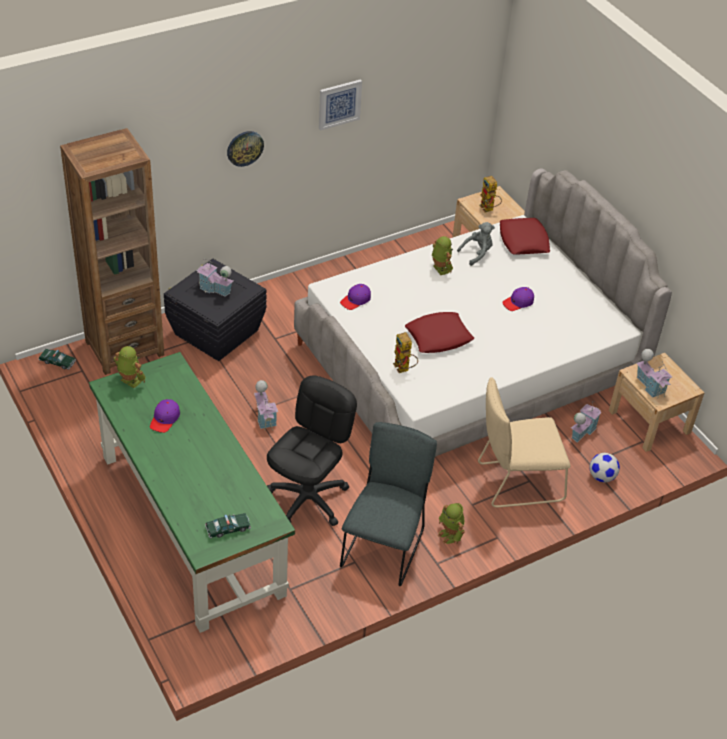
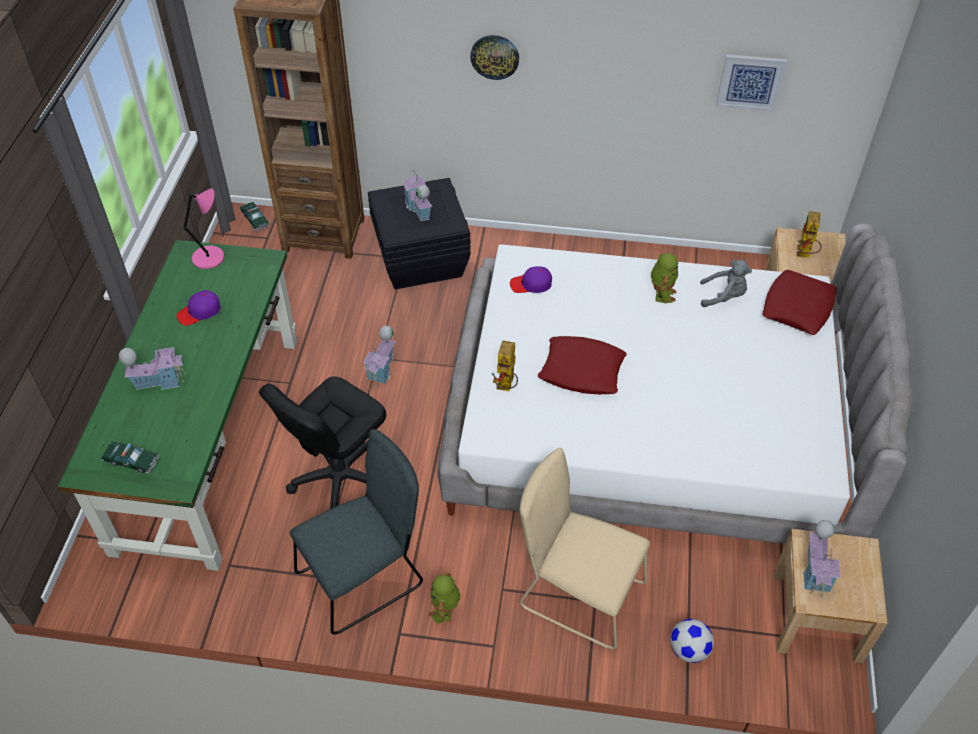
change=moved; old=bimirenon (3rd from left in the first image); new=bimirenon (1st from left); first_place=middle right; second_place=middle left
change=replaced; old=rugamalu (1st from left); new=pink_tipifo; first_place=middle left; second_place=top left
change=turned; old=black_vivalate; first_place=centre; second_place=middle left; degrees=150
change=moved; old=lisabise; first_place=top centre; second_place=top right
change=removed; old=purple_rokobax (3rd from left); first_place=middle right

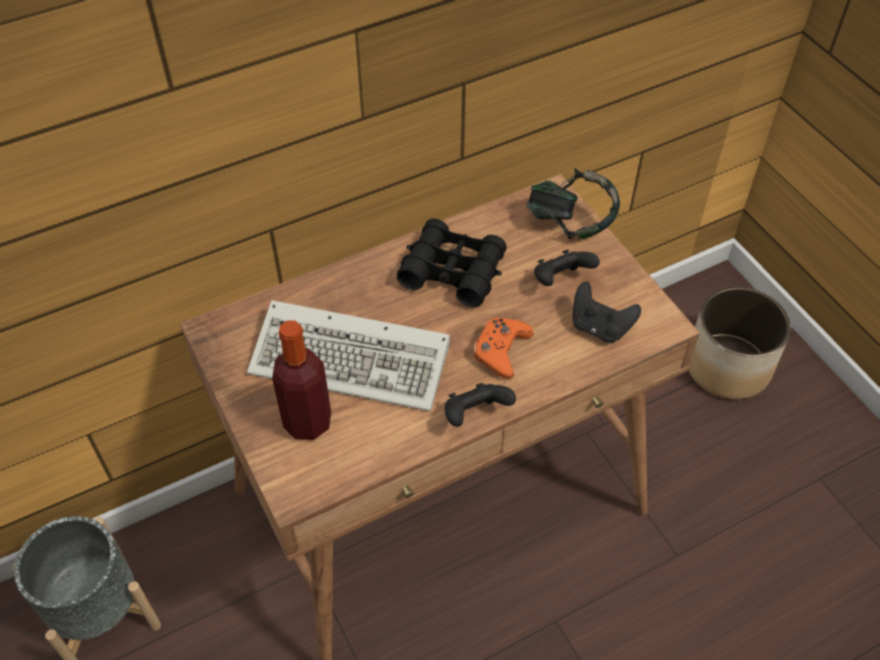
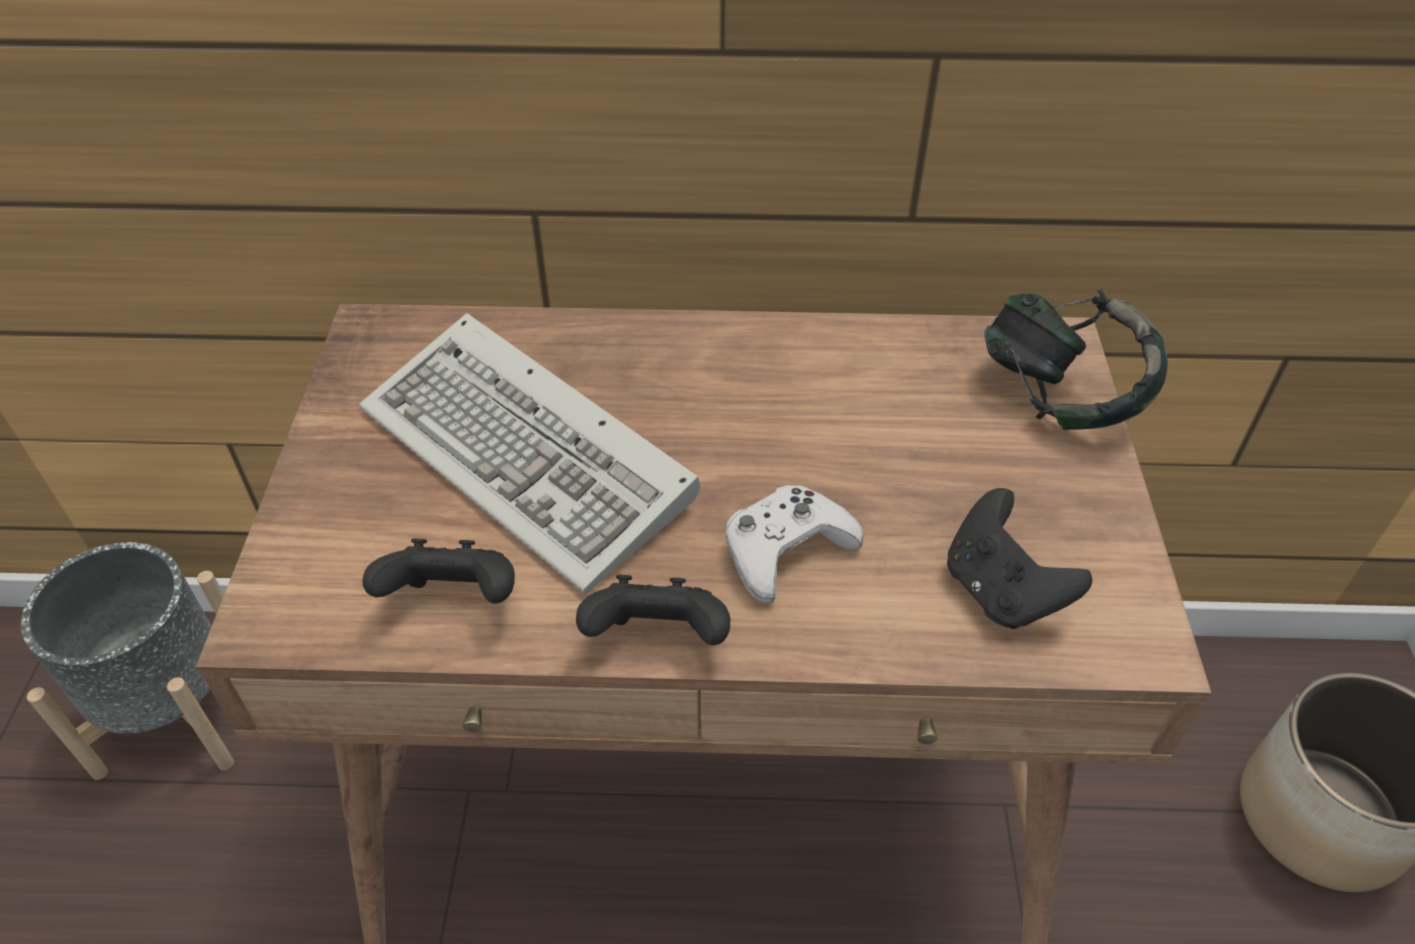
change=moved; old=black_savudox (2nd from left in the first image); new=black_savudox (1st from left); first_place=centre; second_place=middle left
change=recoloured; old=orange_savudox; new=white_savudox; first_place=centre; second_place=centre
change=removed; old=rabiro; first_place=centre
change=removed; old=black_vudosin; first_place=centre

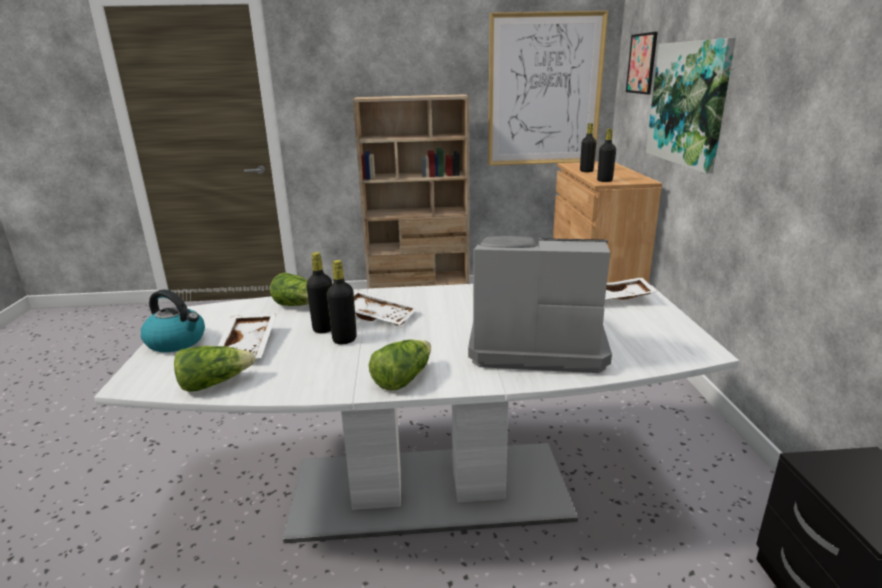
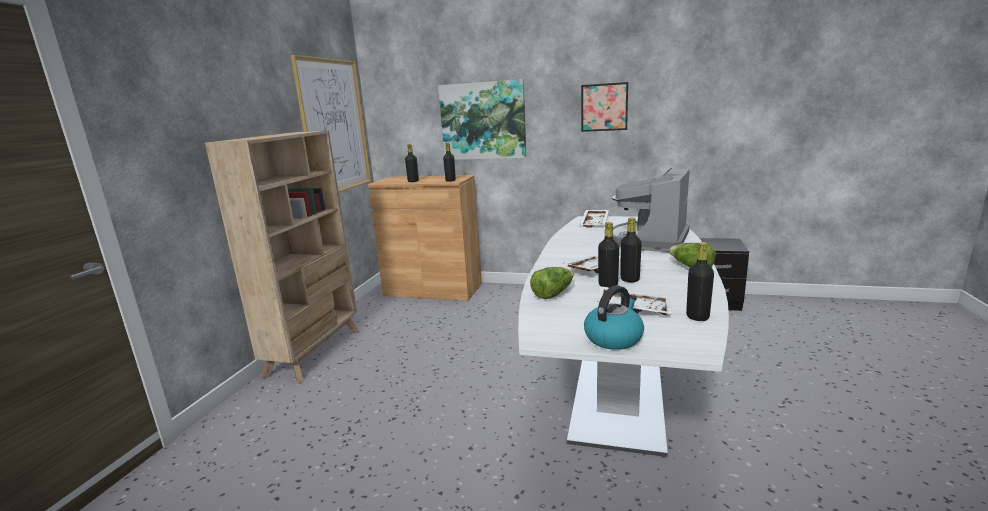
change=moved; old=lisabise (2nd from left in the first image); new=lisabise (3rd from left); first_place=top right; second_place=top centre
change=replaced; old=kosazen (1st from left); new=black_rabiro (5th from left); first_place=middle left; second_place=middle right

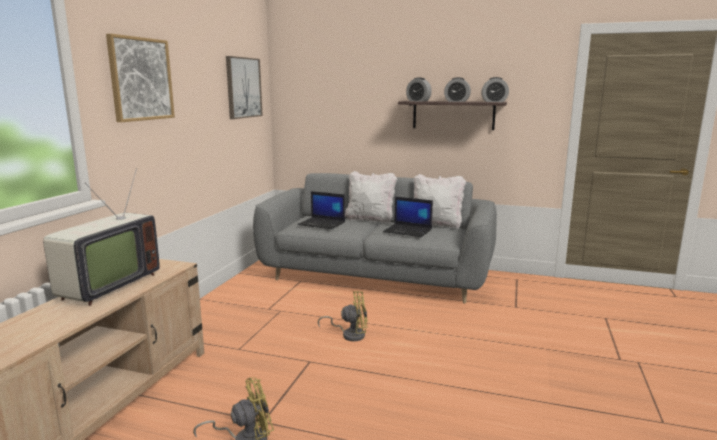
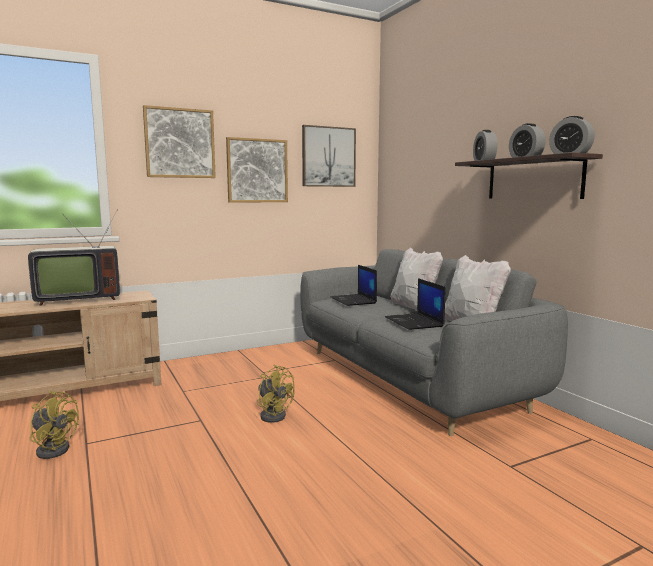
change=added; new=lisabise (2nd from left); second_place=top centre

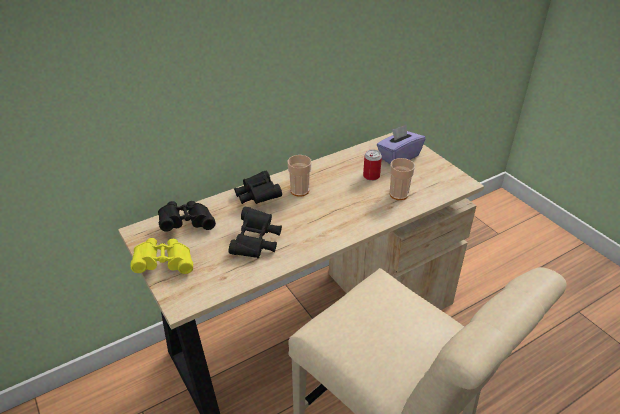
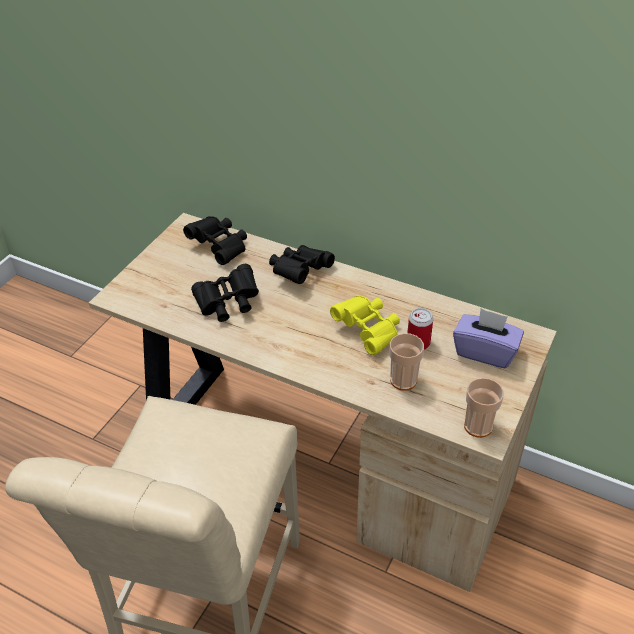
change=moved; old=yellow_vudosin; first_place=middle left; second_place=centre
change=moved; old=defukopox (1st from left in the first image); new=defukopox (2nd from left); first_place=centre; second_place=middle right

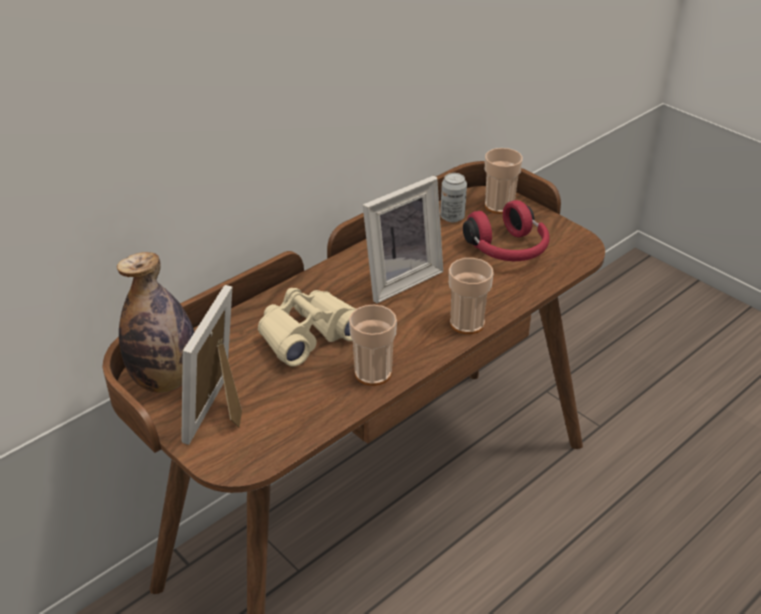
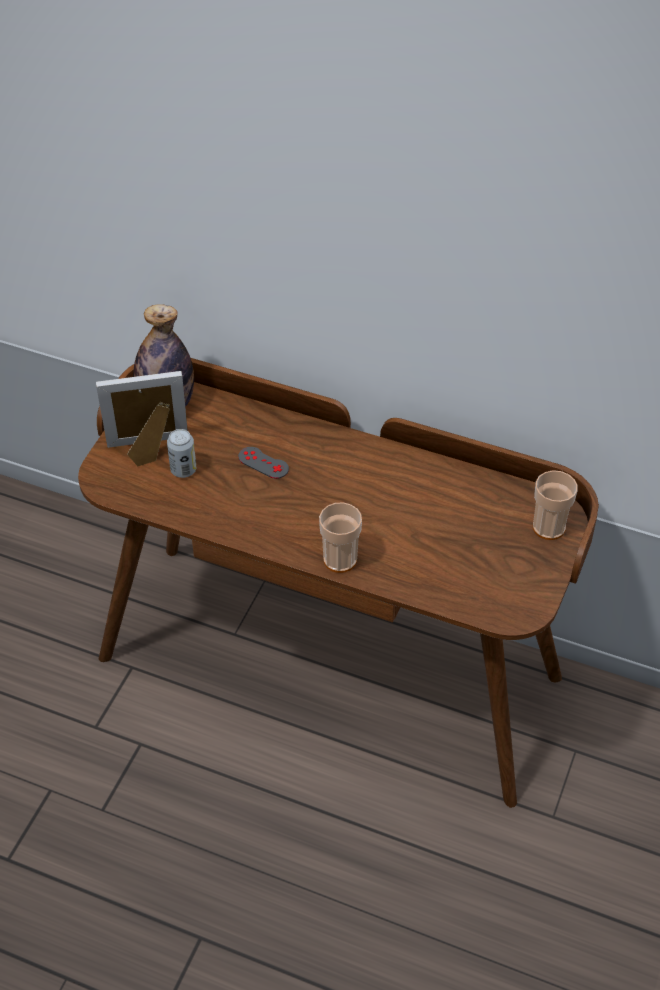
change=moved; old=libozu; first_place=top centre; second_place=middle left
change=replaced; old=beige_vudosin; new=grey_savudox; first_place=centre; second_place=centre
change=removed; old=defukopox (1st from left); first_place=centre
change=removed; old=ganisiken (2nd from left); first_place=centre
change=removed; old=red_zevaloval; first_place=centre

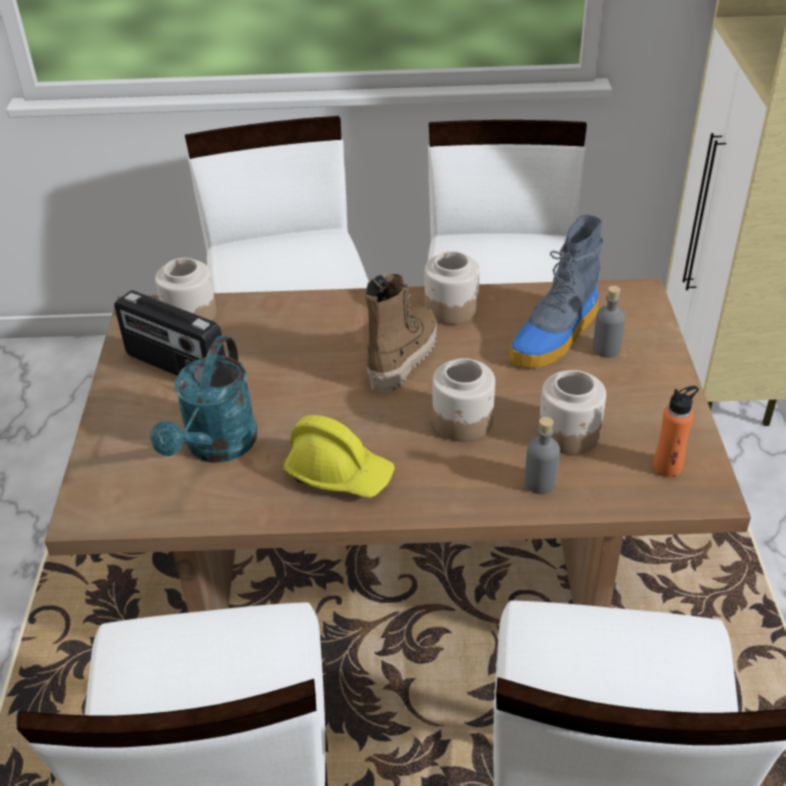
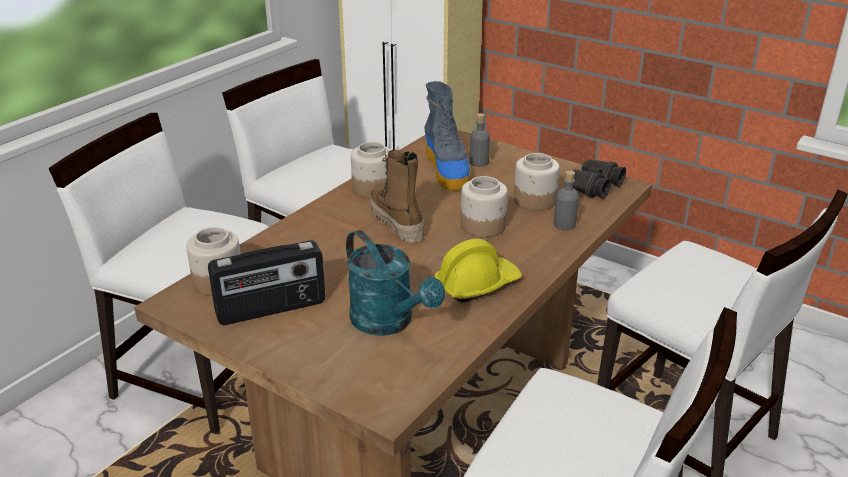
change=replaced; old=orange_rabiro; new=black_vudosin; first_place=middle right; second_place=middle right

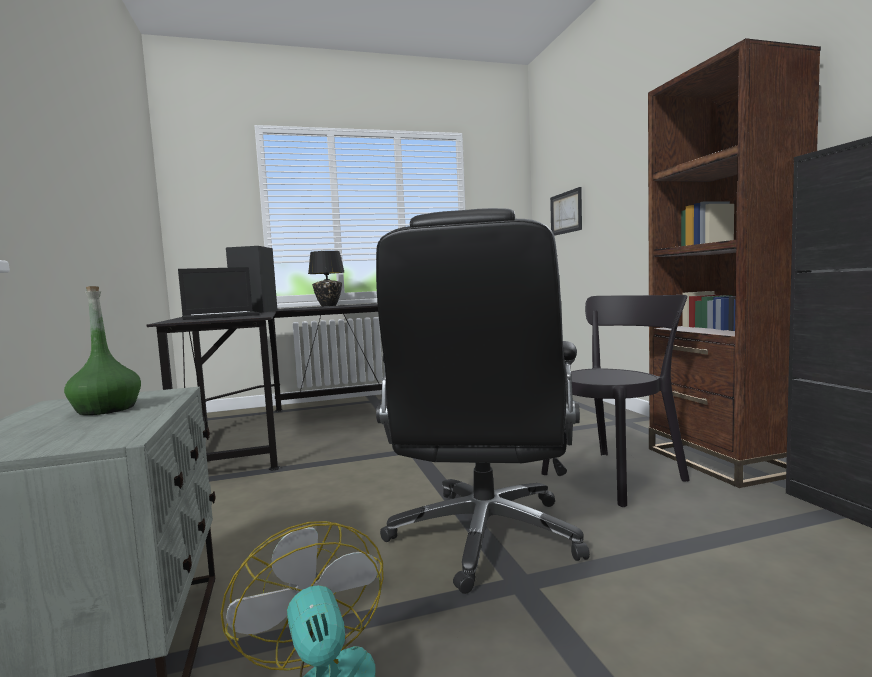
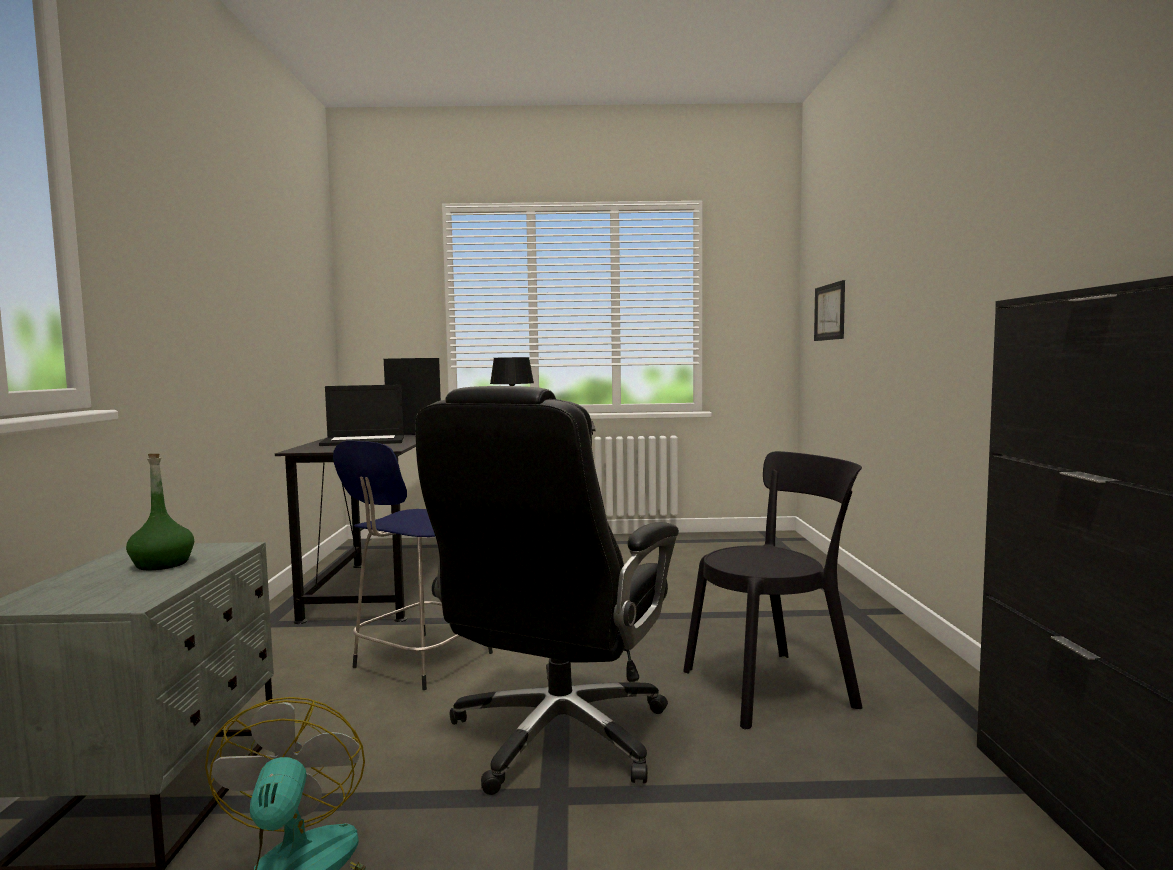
change=added; new=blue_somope; second_place=centre
change=removed; old=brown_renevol; first_place=middle right

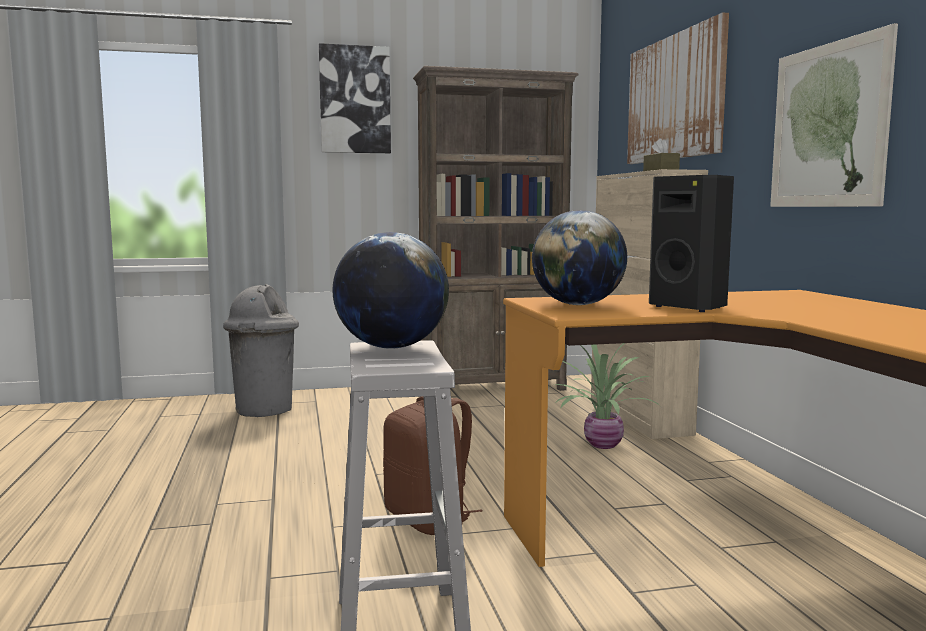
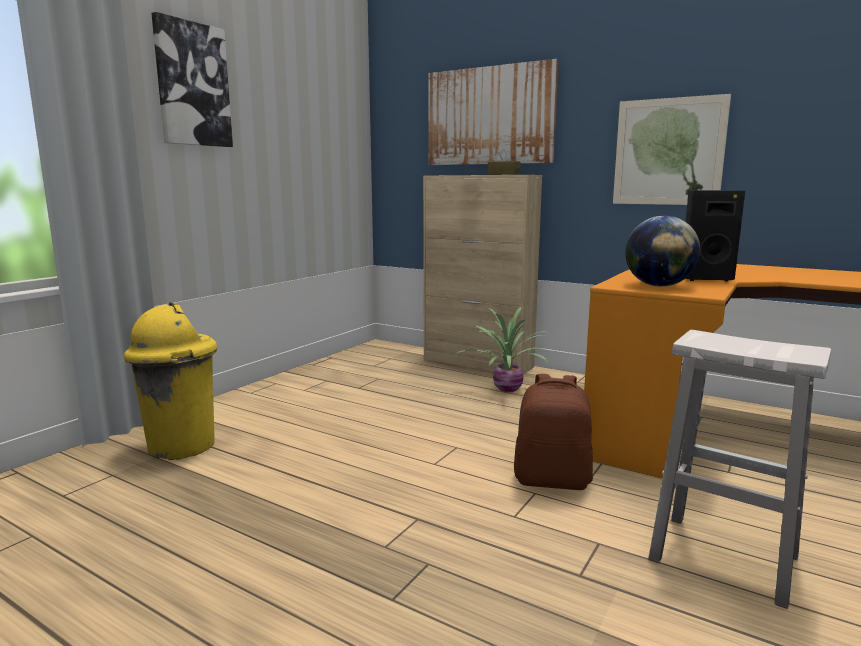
change=recoloured; old=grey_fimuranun; new=yellow_fimuranun; first_place=middle left; second_place=middle left
change=removed; old=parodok (1st from left); first_place=centre
change=removed; old=brown_renevol; first_place=centre

